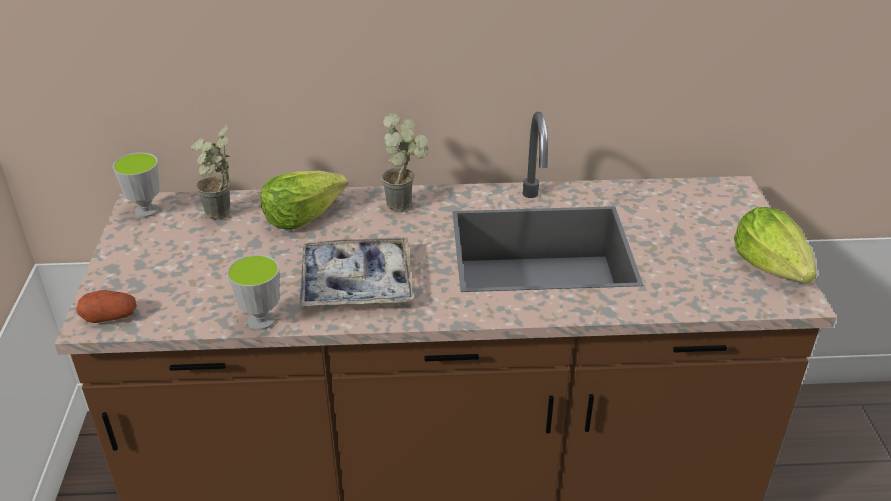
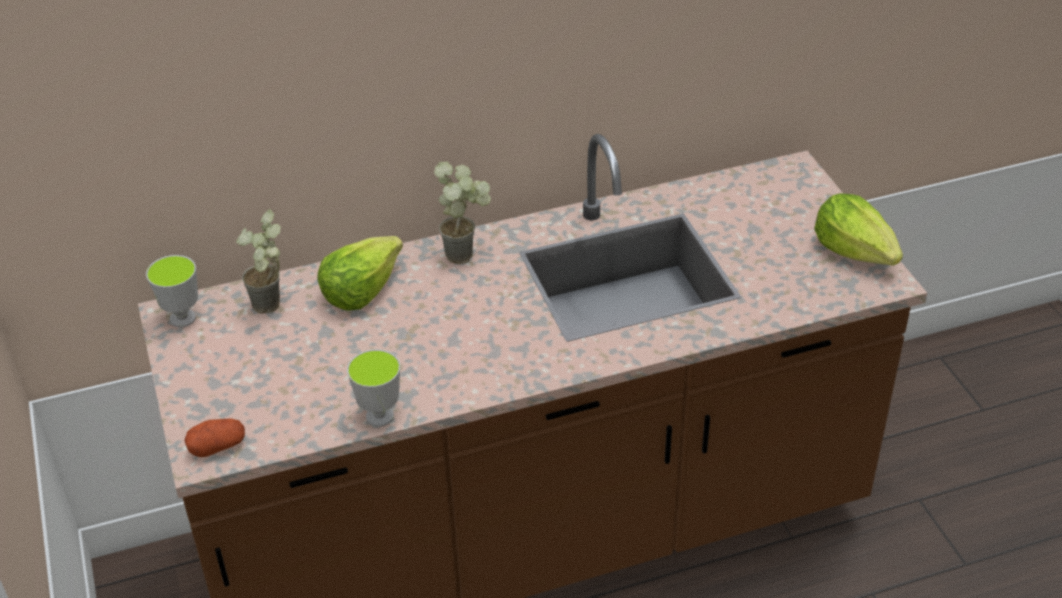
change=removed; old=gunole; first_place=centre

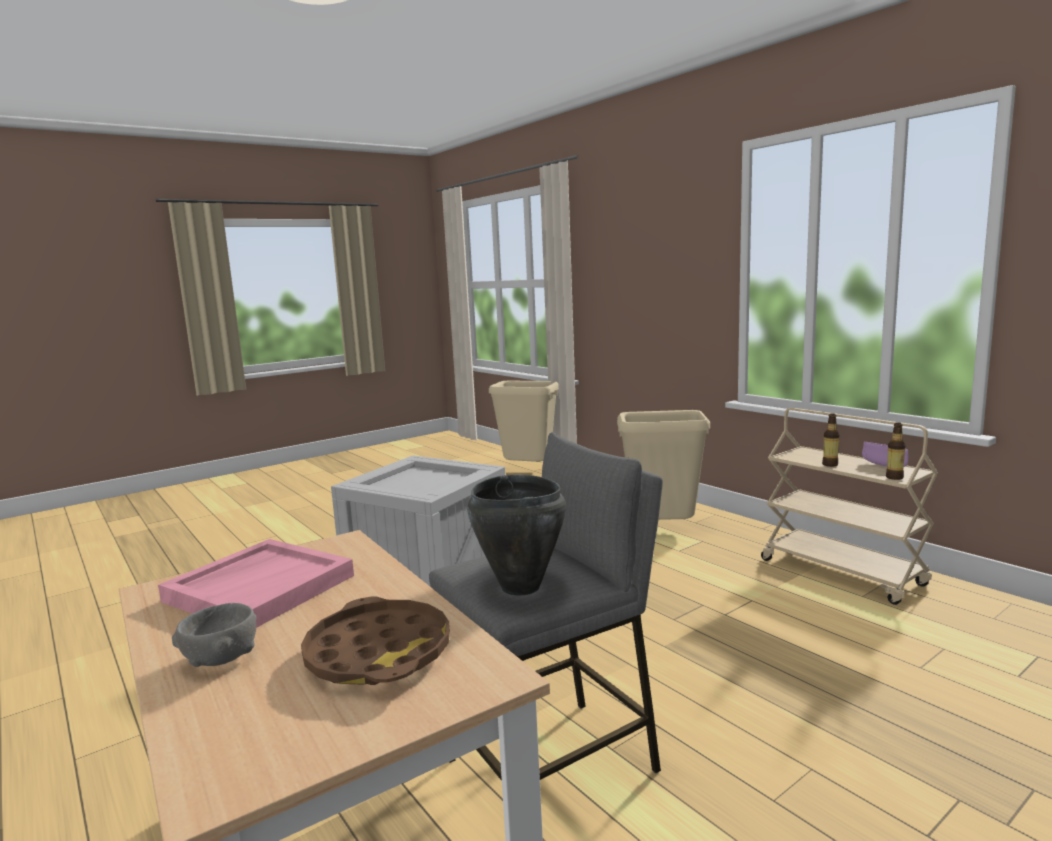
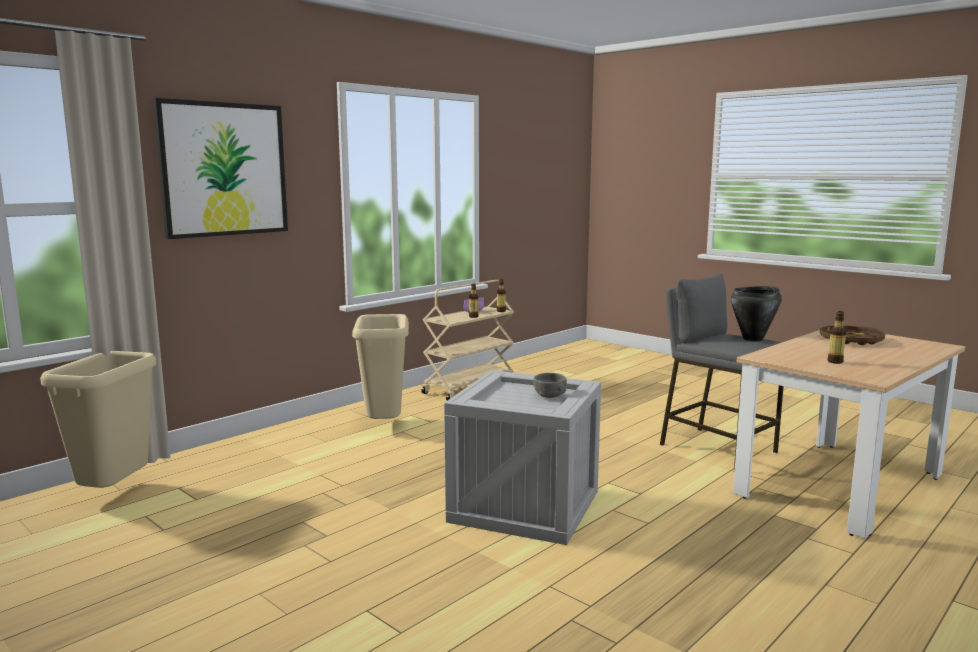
change=added; new=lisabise; second_place=top left
change=moved; old=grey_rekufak; first_place=bottom left; second_place=centre
change=replaced; old=pink_gunole; new=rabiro (3rd from left); first_place=bottom left; second_place=middle right

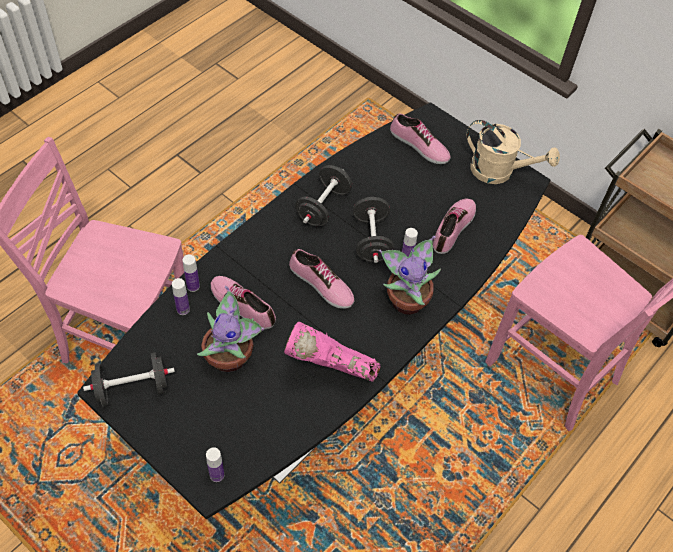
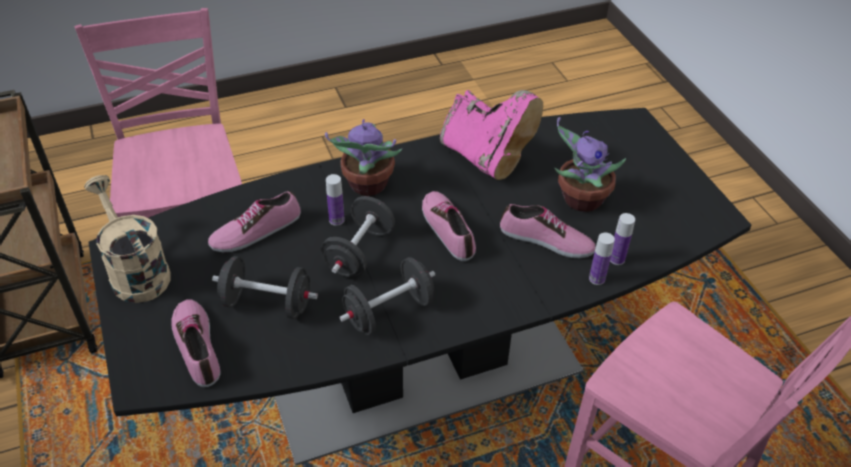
change=moved; old=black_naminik (1st from left); first_place=bottom left; second_place=middle left
change=turned; old=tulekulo (1st from left in the first image); first_place=centre; second_place=centre; degrees=-45
change=removed; old=rabiro (3rd from left); first_place=bottom left

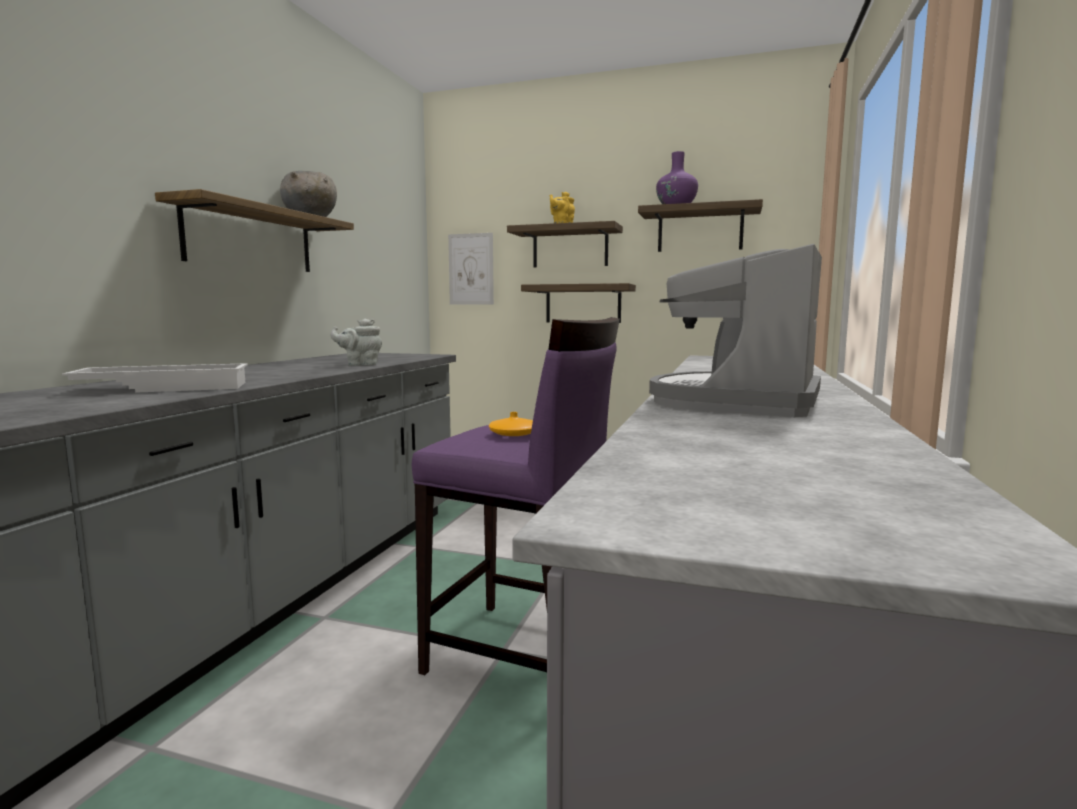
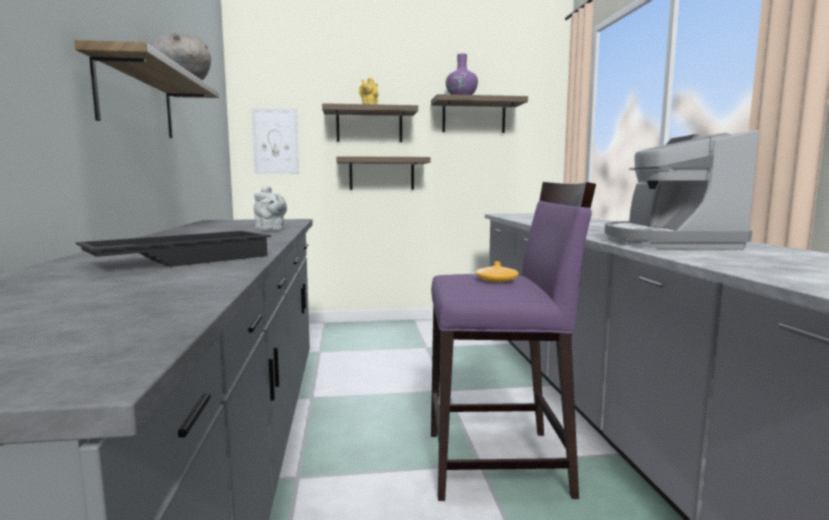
change=recoloured; old=white_gunole; new=black_gunole; first_place=middle left; second_place=middle left
change=turned; old=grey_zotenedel; first_place=middle left; second_place=middle left; degrees=-90

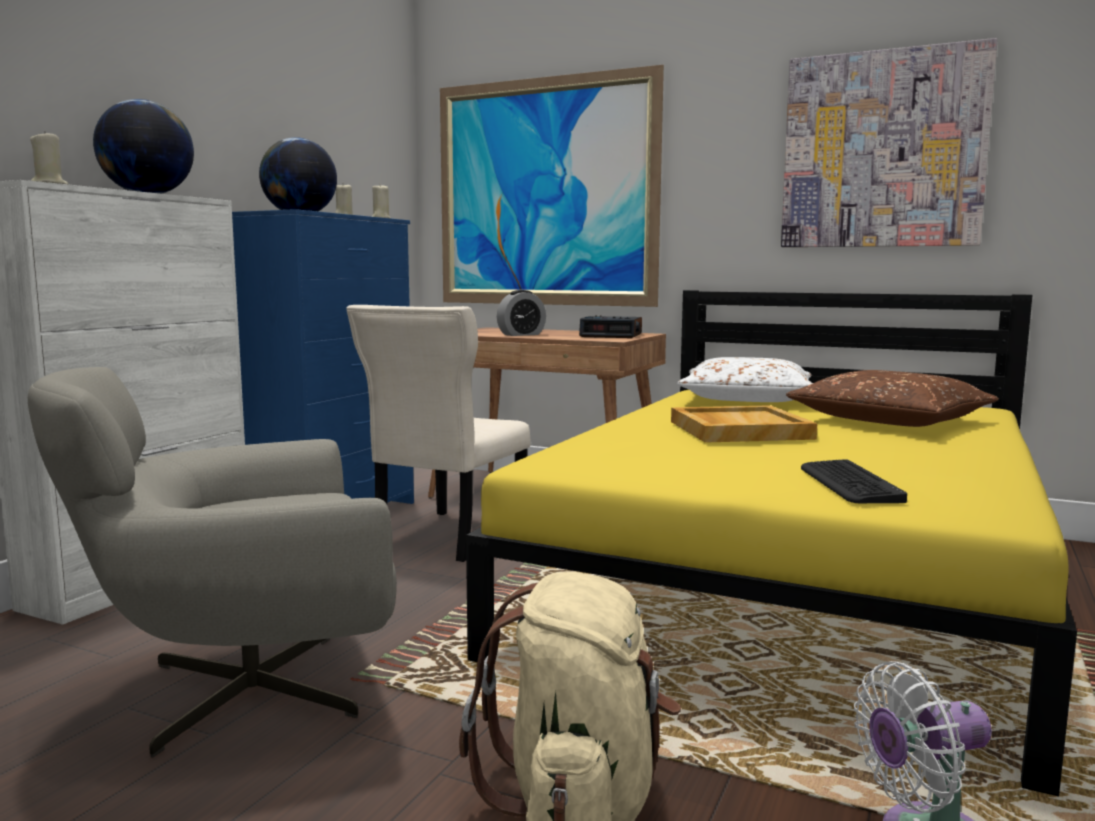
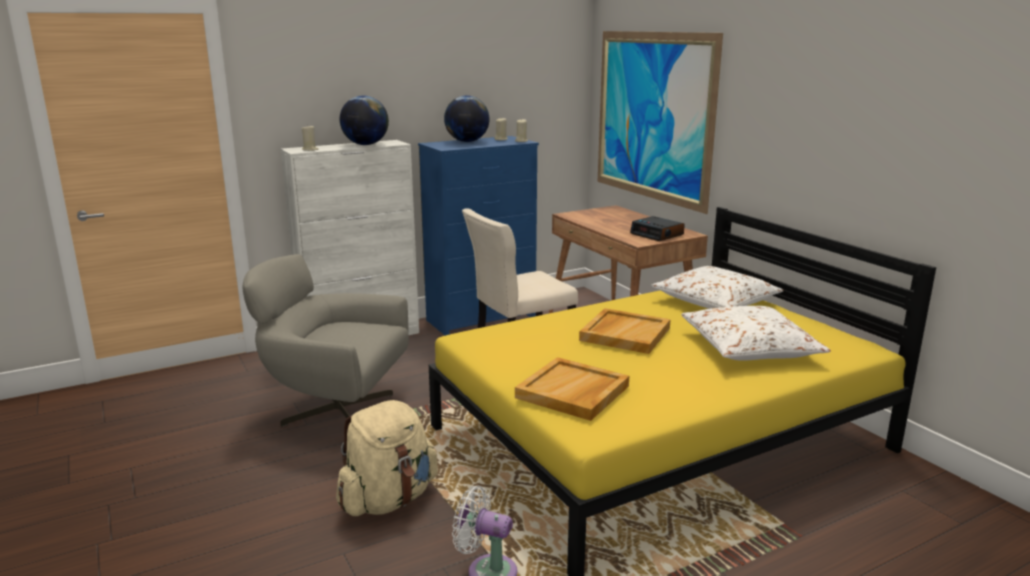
change=replaced; old=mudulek; new=beige_gunole (1st from left); first_place=middle right; second_place=bottom centre
change=recoloured; old=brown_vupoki; new=white_vupoki (2nd from left); first_place=middle right; second_place=middle right
change=removed; old=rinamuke (1st from left); first_place=centre
change=removed; old=lisabise (2nd from left); first_place=top right

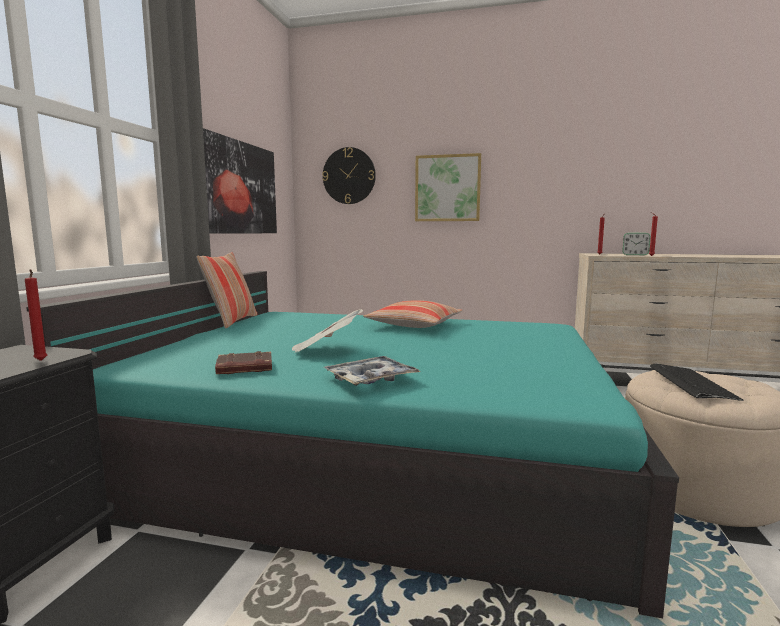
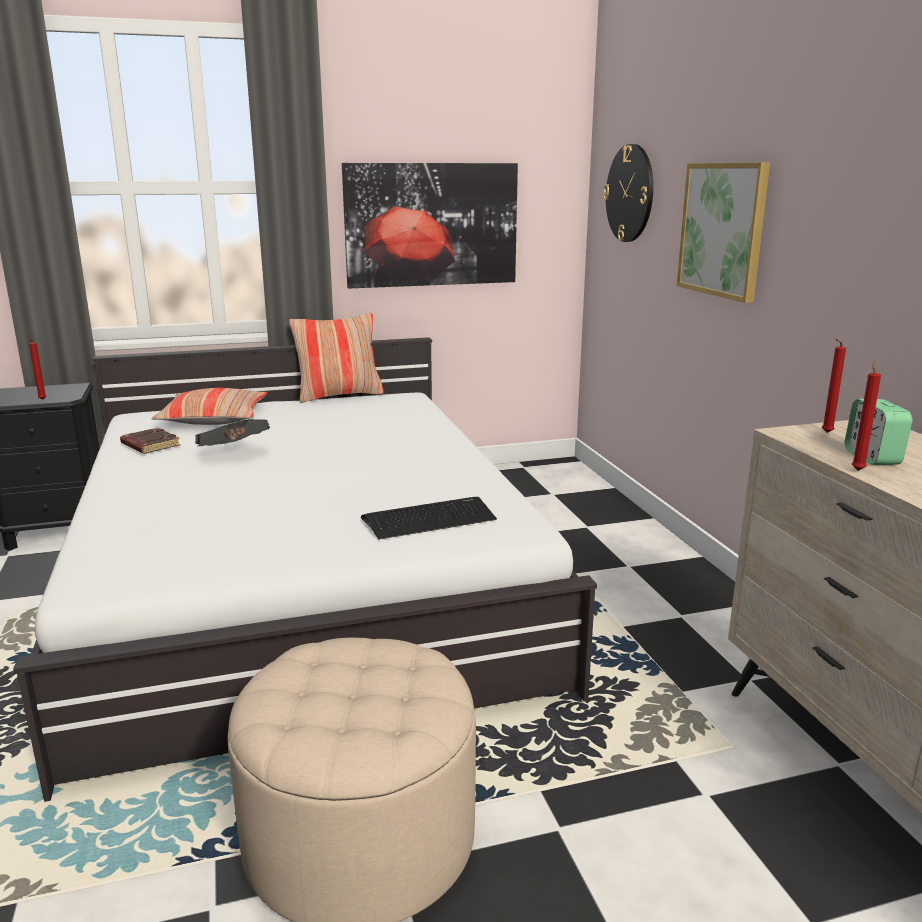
change=recoloured; old=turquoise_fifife; new=white_fifife; first_place=bottom centre; second_place=middle left
change=moved; old=vupoki (2nd from left in the first image); new=vupoki (1st from left); first_place=centre; second_place=middle left
change=moved; old=mudulek; first_place=middle right; second_place=centre
change=removed; old=gunole; first_place=centre

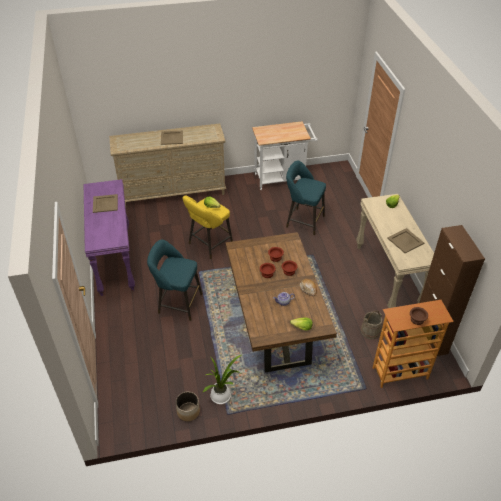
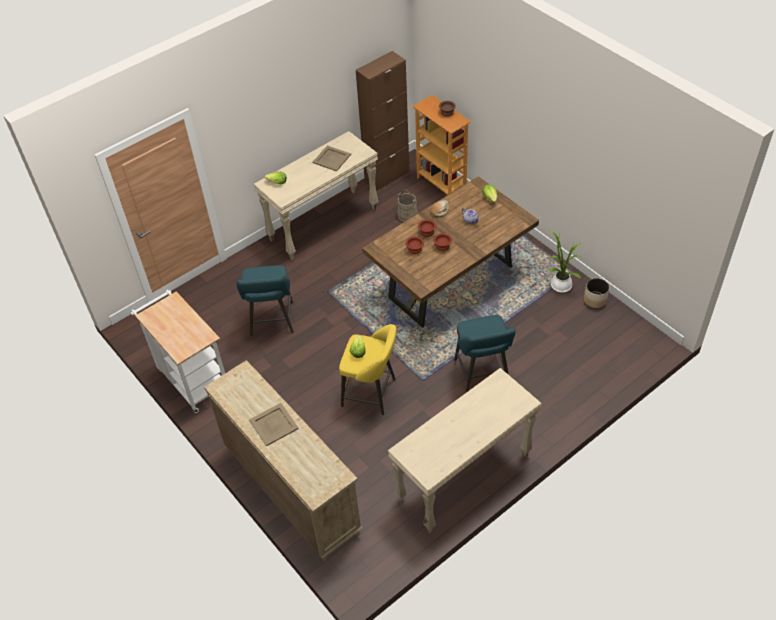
change=recoloured; old=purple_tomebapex; new=beige_tomebapex (2nd from left); first_place=middle left; second_place=bottom centre
change=removed; old=beige_gunole (1st from left); first_place=middle left

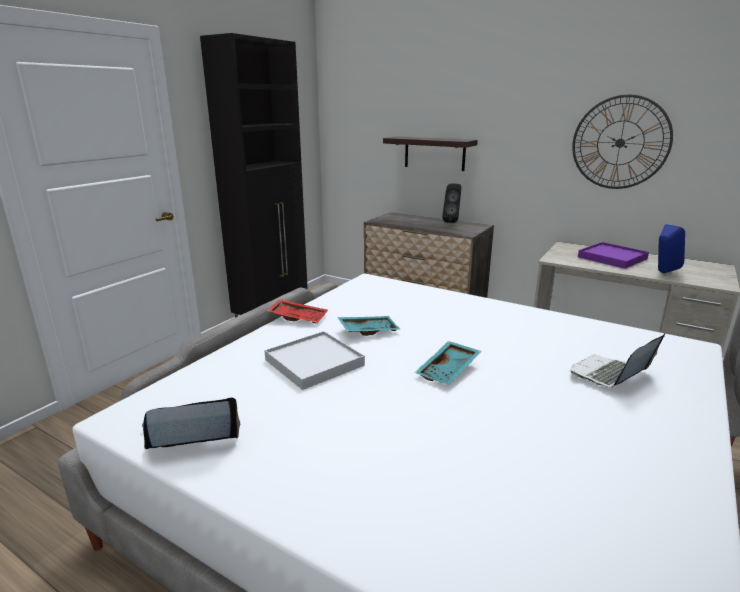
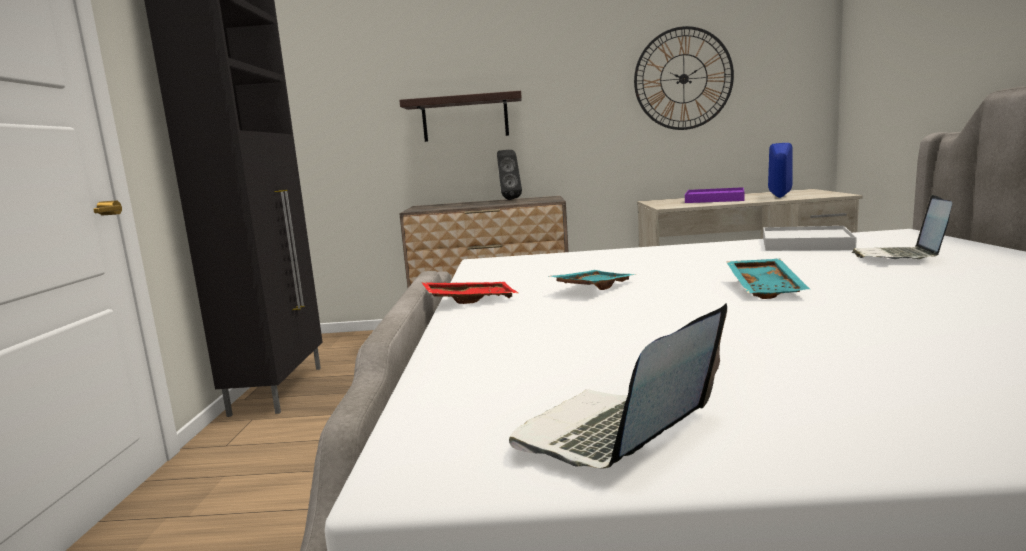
change=moved; old=white_gunole; first_place=centre; second_place=middle right

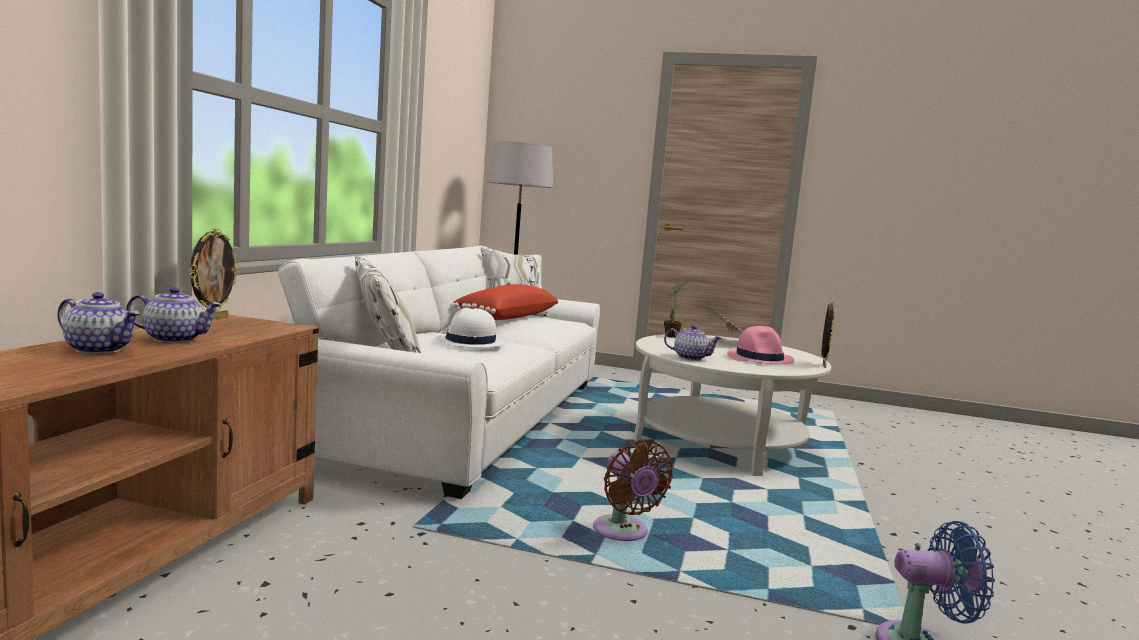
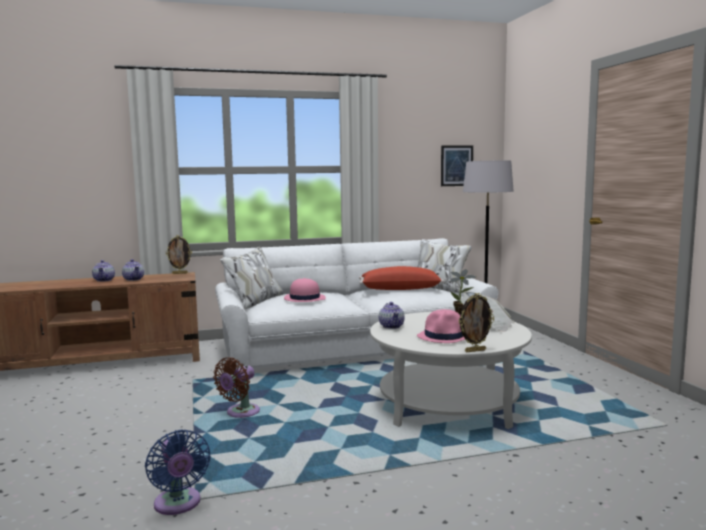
change=recoloured; old=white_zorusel; new=pink_zorusel (1st from left); first_place=centre; second_place=centre
change=added; new=lisabise; second_place=top centre

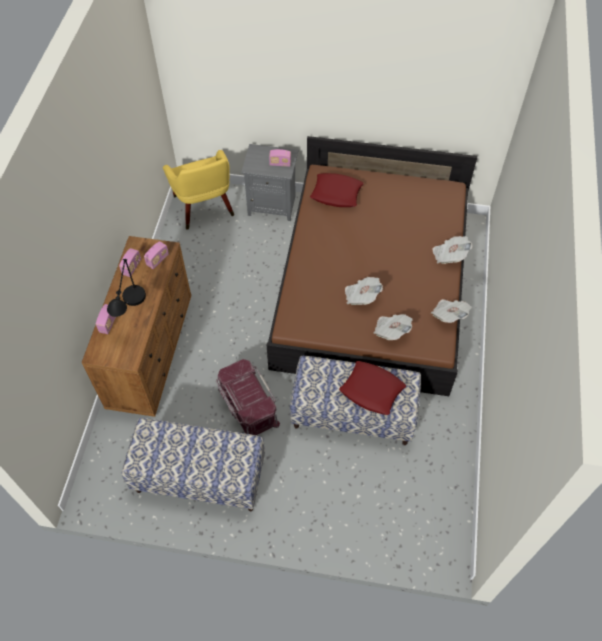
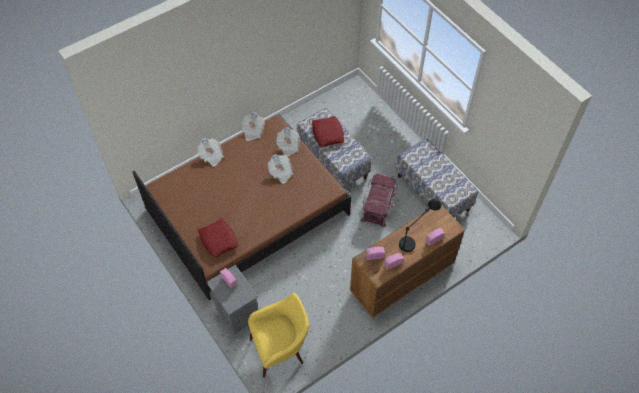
change=turned; old=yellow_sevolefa; first_place=top left; second_place=bottom centre; degrees=45

